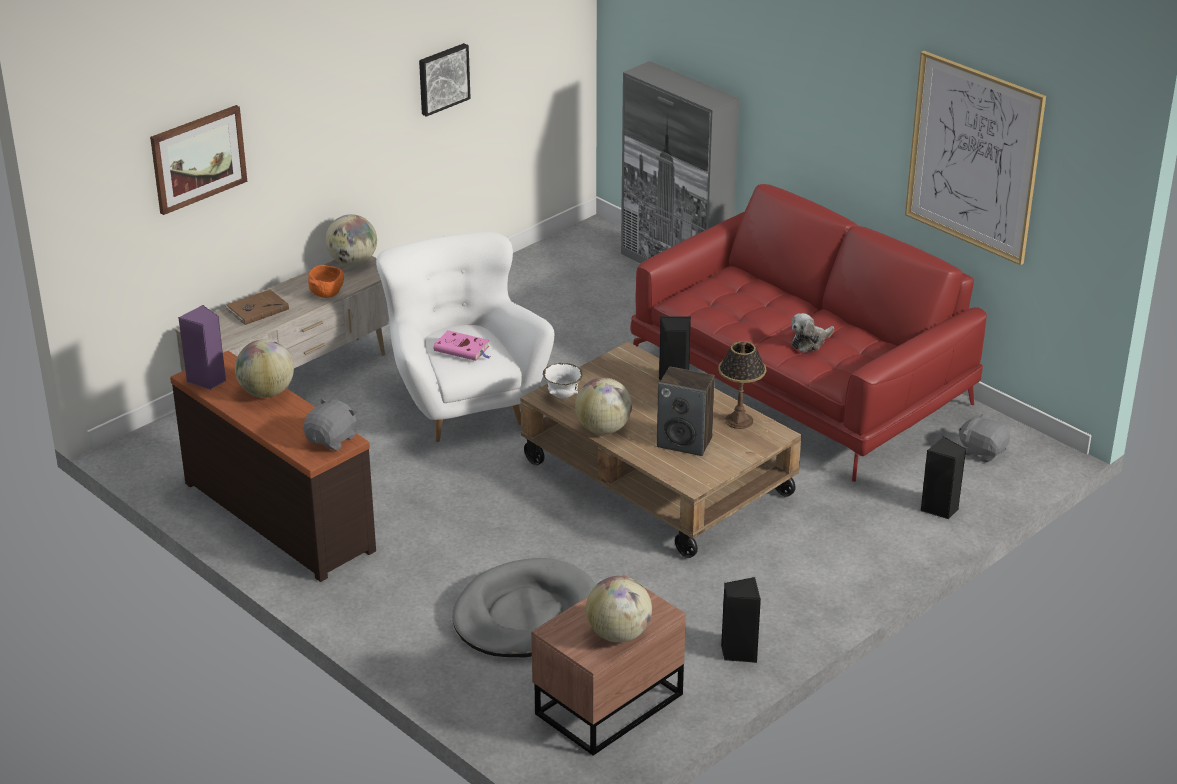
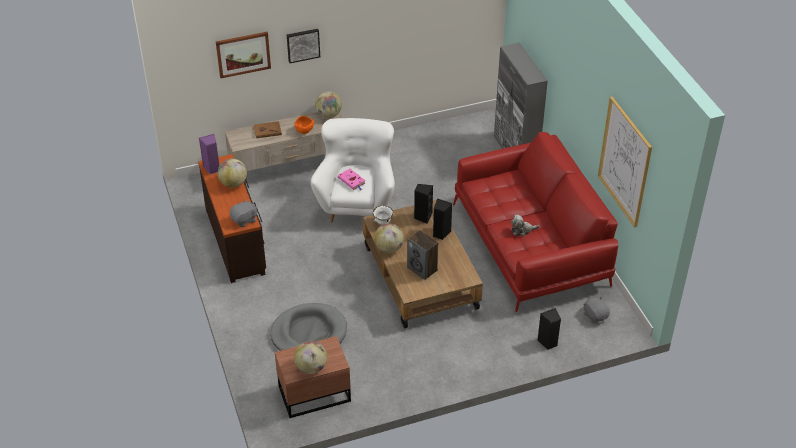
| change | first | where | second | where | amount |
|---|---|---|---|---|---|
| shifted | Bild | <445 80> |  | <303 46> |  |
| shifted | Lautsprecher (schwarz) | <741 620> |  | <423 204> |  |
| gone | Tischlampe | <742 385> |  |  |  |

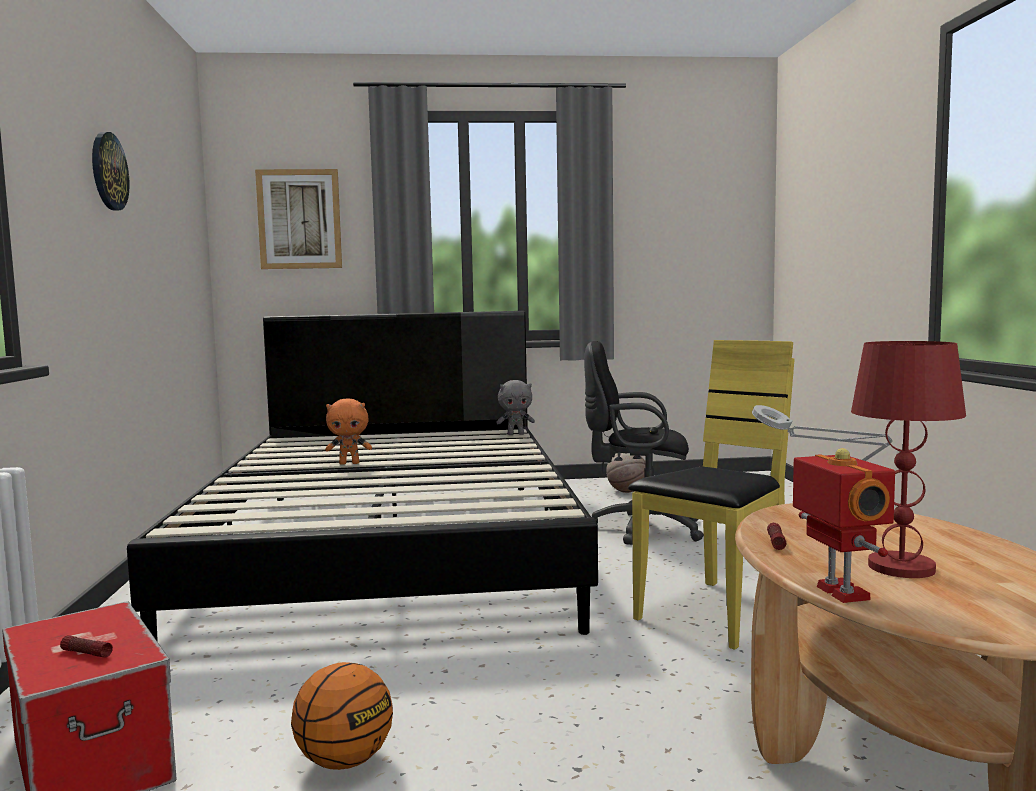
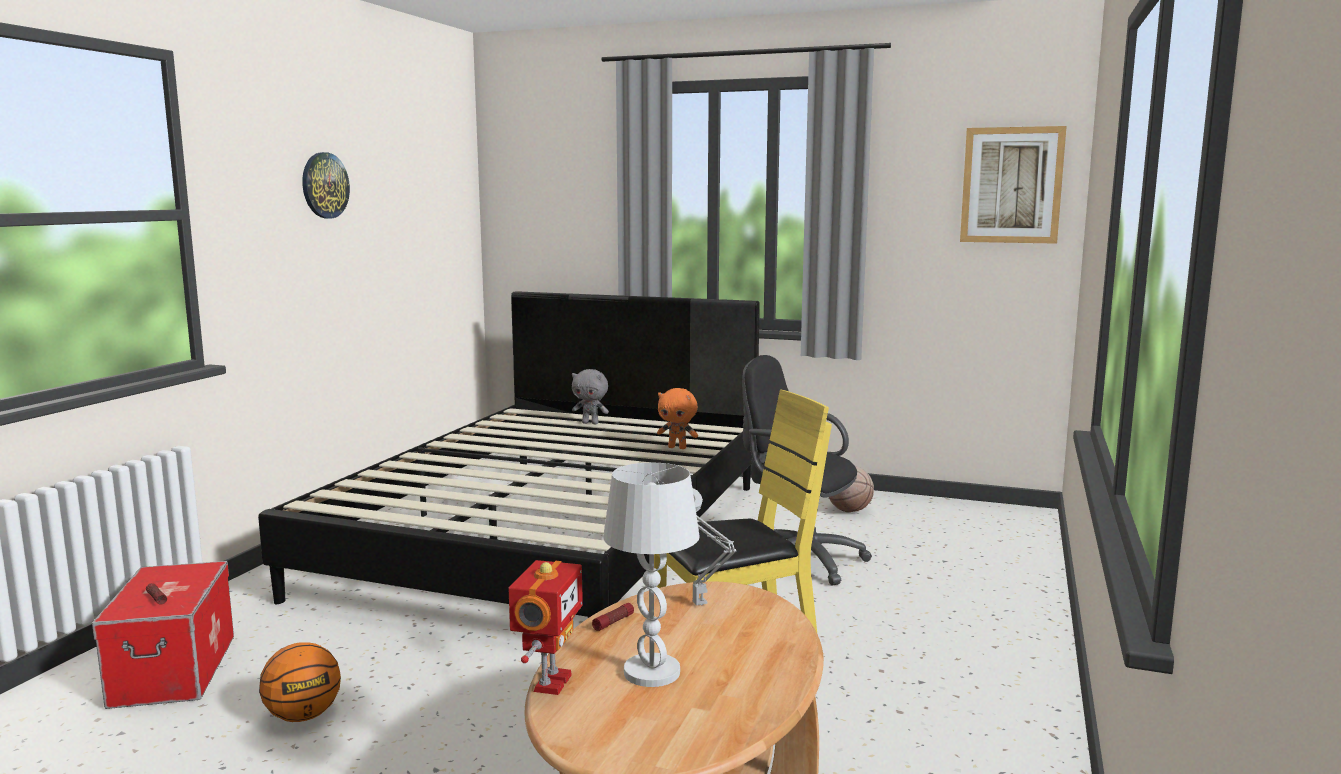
| change | first | where | second | where | amount |
|---|---|---|---|---|---|
| shifted | Plüschtier (grau) | <515 407> |  | <590 396> |  |
| repainted | Tischlampe (rot) | <908 459> | Tischlampe (weiß) | <651 575> |  |
| shifted | Plüschtier (orange) | <348 432> |  | <677 418> |  |
| shifted | Bild | <298 219> |  | <1013 185> |  |

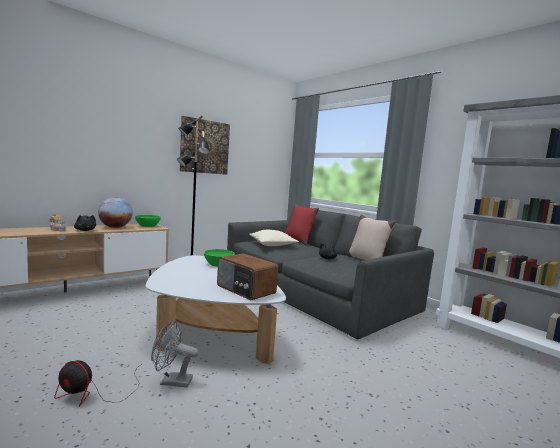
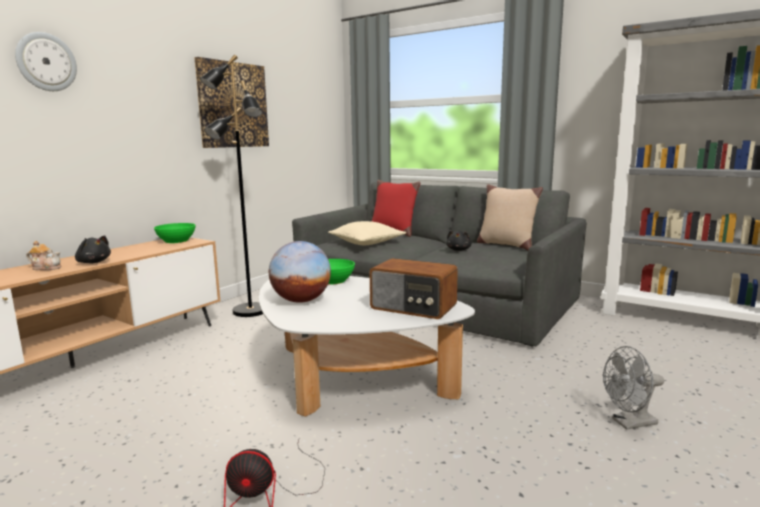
| change | first | where | second | where | amount |
|---|---|---|---|---|---|
| new |  |  | Wanduhr | <46 61> |  |
| shifted | Globus | <115 212> |  | <300 272> |  |
| shifted | Ventilator (grau) | <175 354> |  | <633 388> |  |

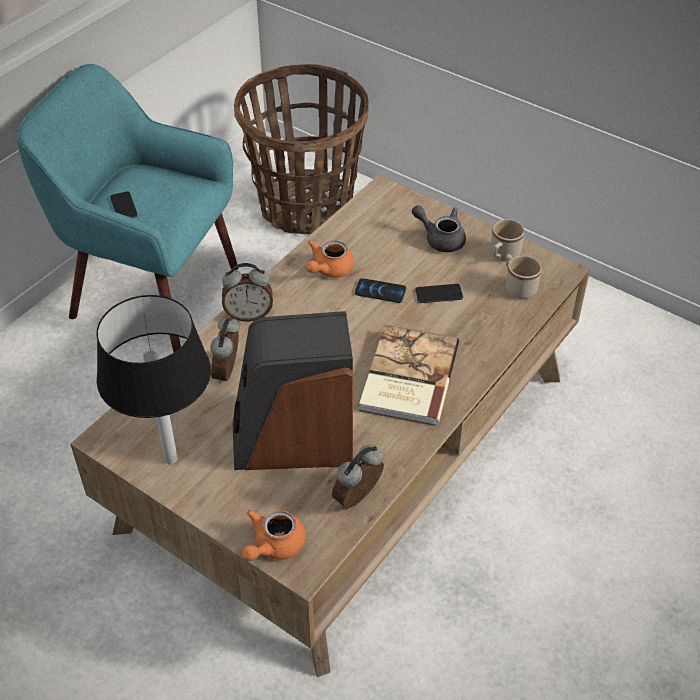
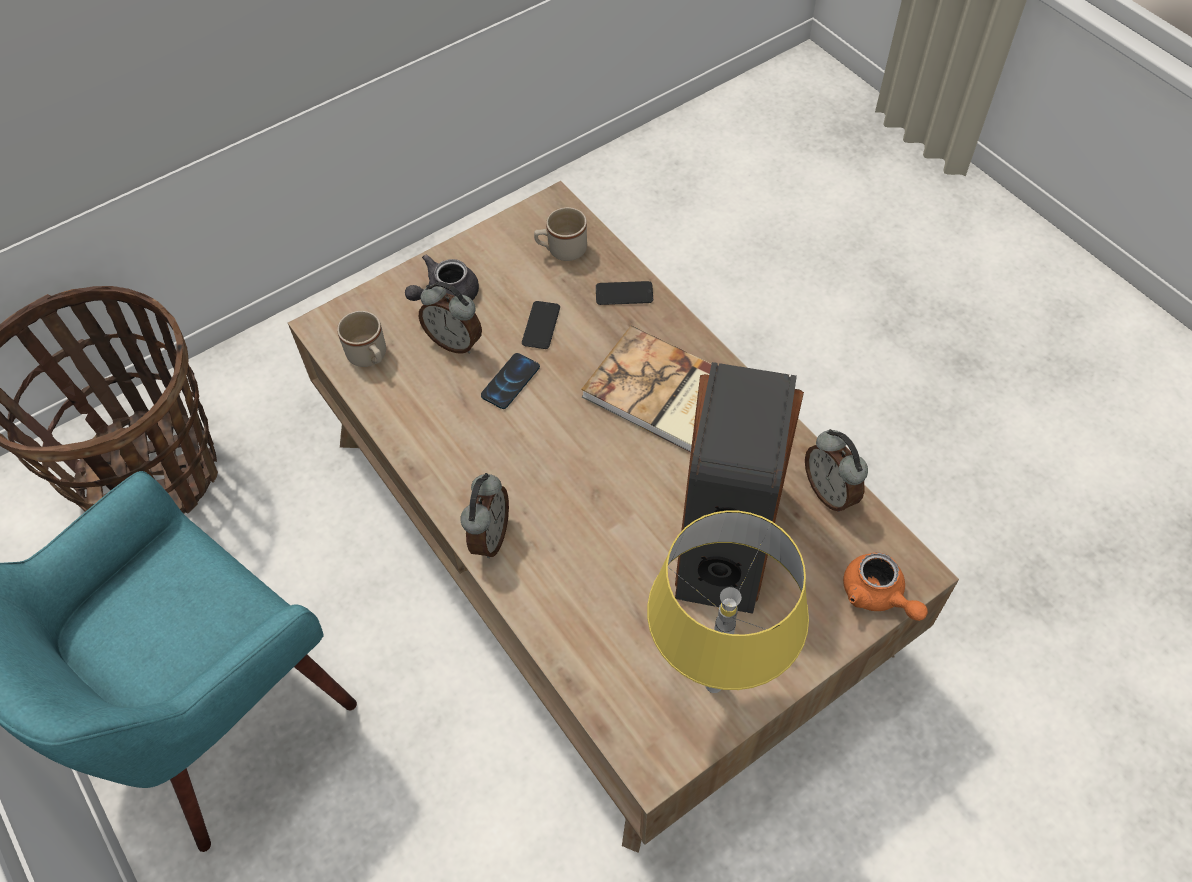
| change | first | where | second | where | amount |
|---|---|---|---|---|---|
| shifted | Henkelbecher (beige) | <507 240> |  | <361 339> |  |
| shifted | Wecker | <225 350> |  | <450 318> |  |
| shifted | Handy | <124 204> |  | <624 293> |  |
| repainted | Tischlampe (schwarz) | <154 379> | Tischlampe (gelb) | <728 602> |  |
| gone | Teekanne (orange) | <330 259> |  |  |  |

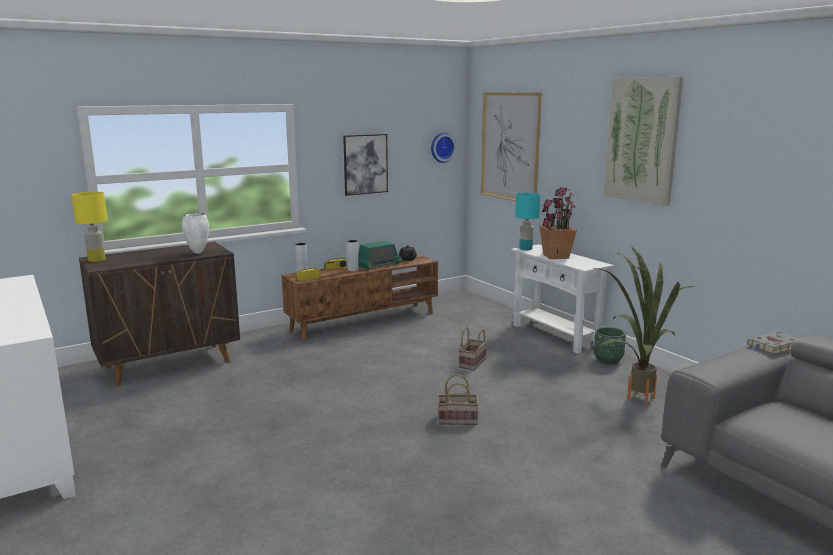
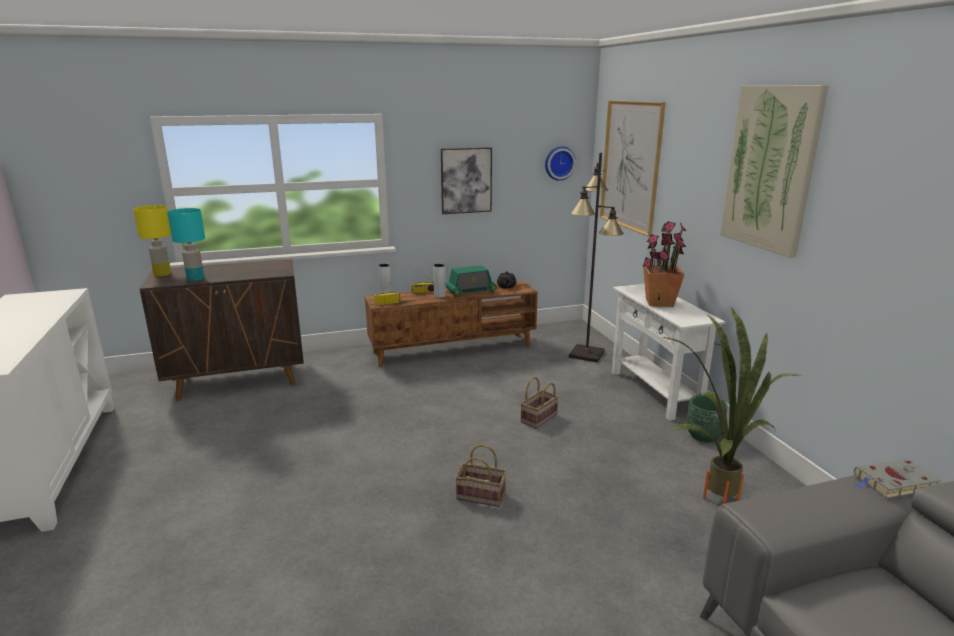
| change | first | where | second | where | amount |
|---|---|---|---|---|---|
| shifted | Tischlampe (türkis) | <528 221> |  | <186 244> |  |
| new |  |  | Stehlampe (schwarz) | <596 258> |  |
| gone | Vase (weiß) | <195 233> |  |  |  |

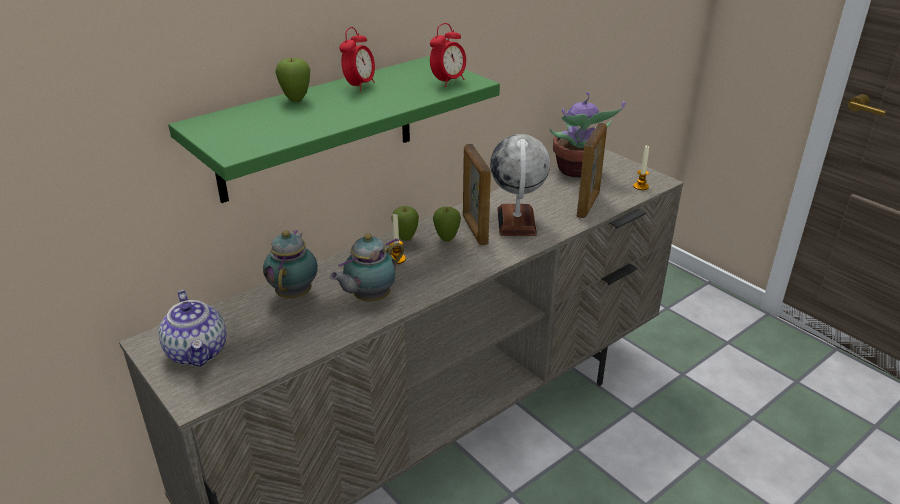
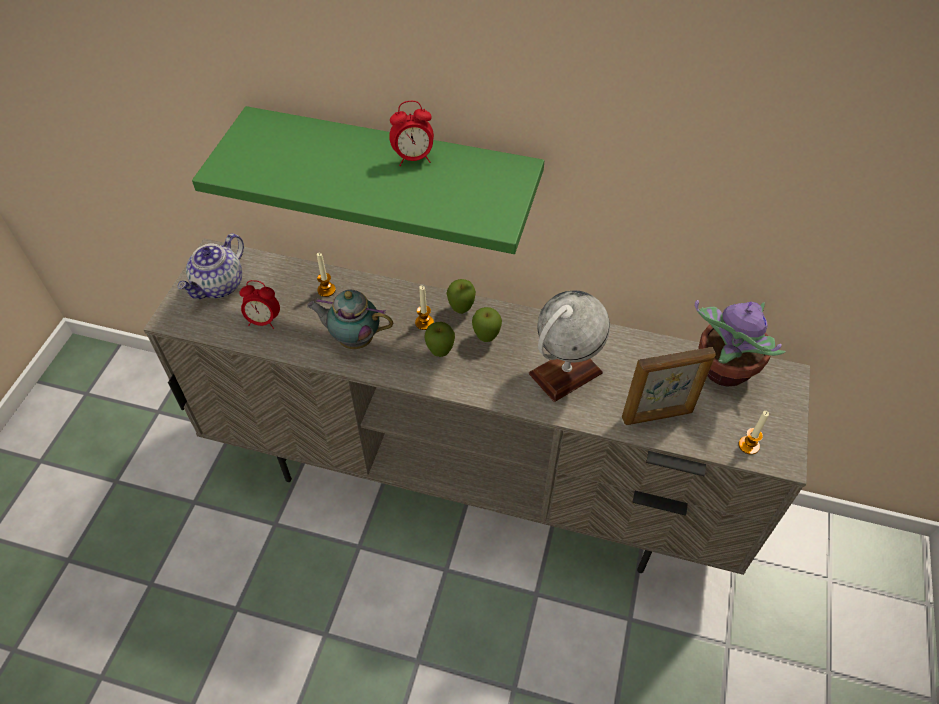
| change | first | where | second | where | amount |
|---|---|---|---|---|---|
| shifted | Wecker | <448 55> |  | <260 304> |  |
| swapped | Teekanne | <290 264> | Kerze | <326 275> |  |
| shifted | Apfel | <293 79> |  | <440 339> |  |
| gone | Bilderrahmen | <477 194> |  |  |  |

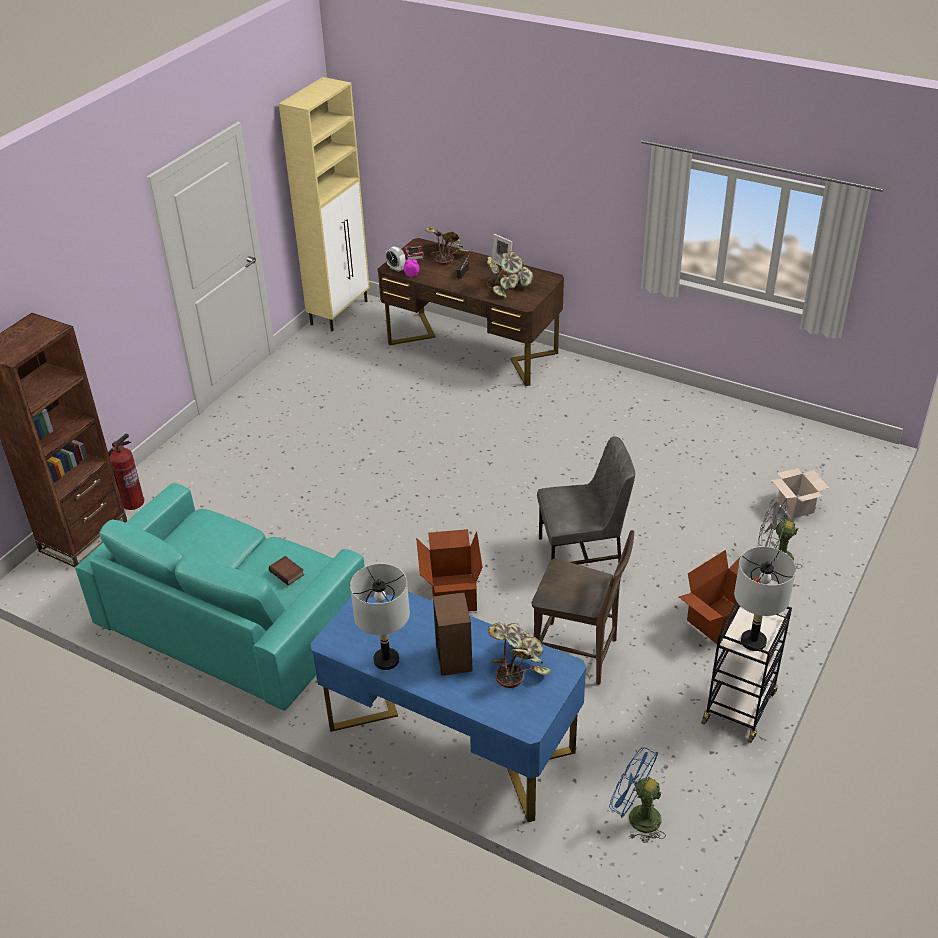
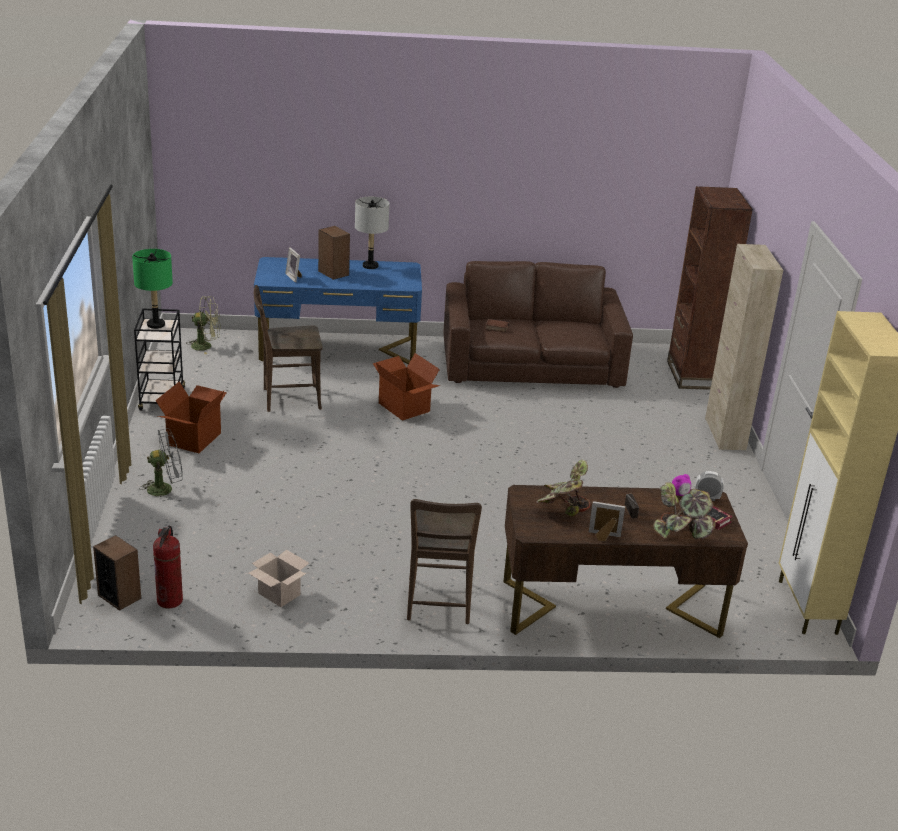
| change | first | where | second | where | amount |
|---|---|---|---|---|---|
| new |  |  | Lautsprecher | <117 573> |  |
| repainted | Tischlampe (grau) | <765 599> | Tischlampe (grün) | <152 289> |  |
| shifted | Feuerlöscher | <126 471> |  | <168 567> |  |
| repainted | Ventilator (blau) | <637 795> | Ventilator (grün) | <203 325> |  |
| shifted | Karton | <800 493> |  | <279 578> |  |
| swapped | Topfpflanze | <519 655> | Bilderrahmen | <293 264> |  |
| new |  |  | Stuhl (braun) | <444 561> |  |
| repainted | Sofa (türkis) | <220 597> | Sofa (braun) | <538 324> |  |
| new |  |  | Schrank (beige) | <744 347> |  |
| gone | Stuhl (grau) | <586 500> |  |  |  |

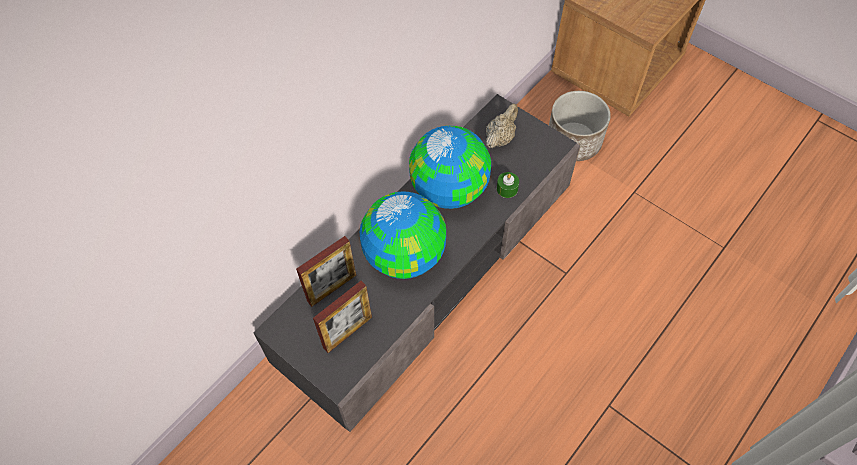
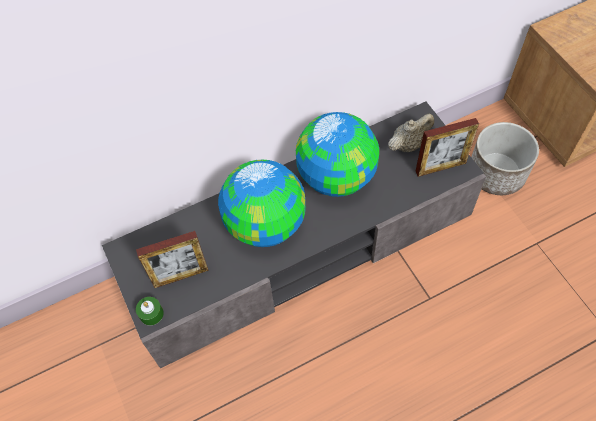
| change | first | where | second | where | amount |
|---|---|---|---|---|---|
| shifted | Kerze (grün) | <508 185> |  | <150 311> |  |
| shifted | Bilderrahmen | <326 271> |  | <447 147> |  |

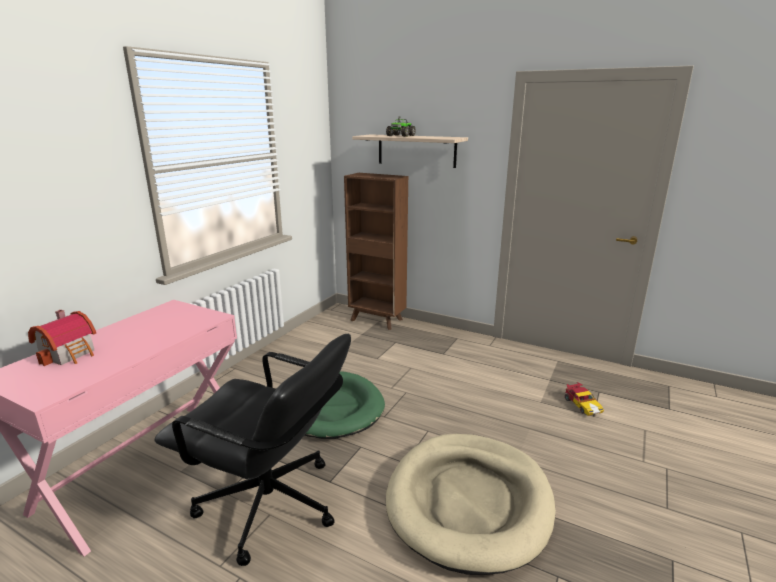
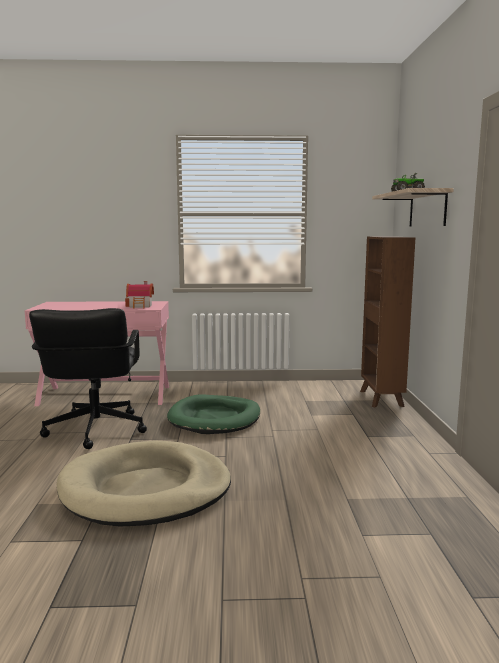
| change | first | where | second | where | amount |
|---|---|---|---|---|---|
| shifted | Spielzeughaus | <62 338> |  | <139 295> |  |
| gone | Spielzeugauto | <584 399> |  |  |  |

